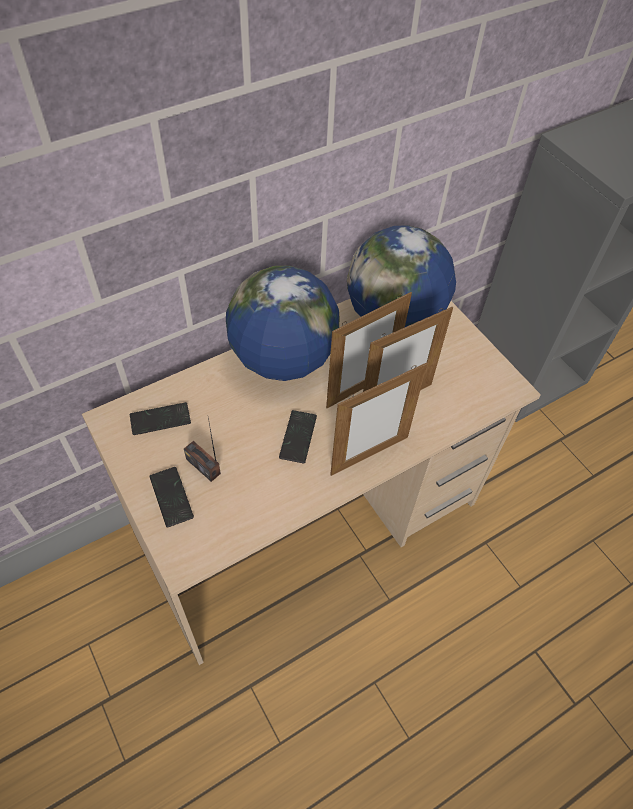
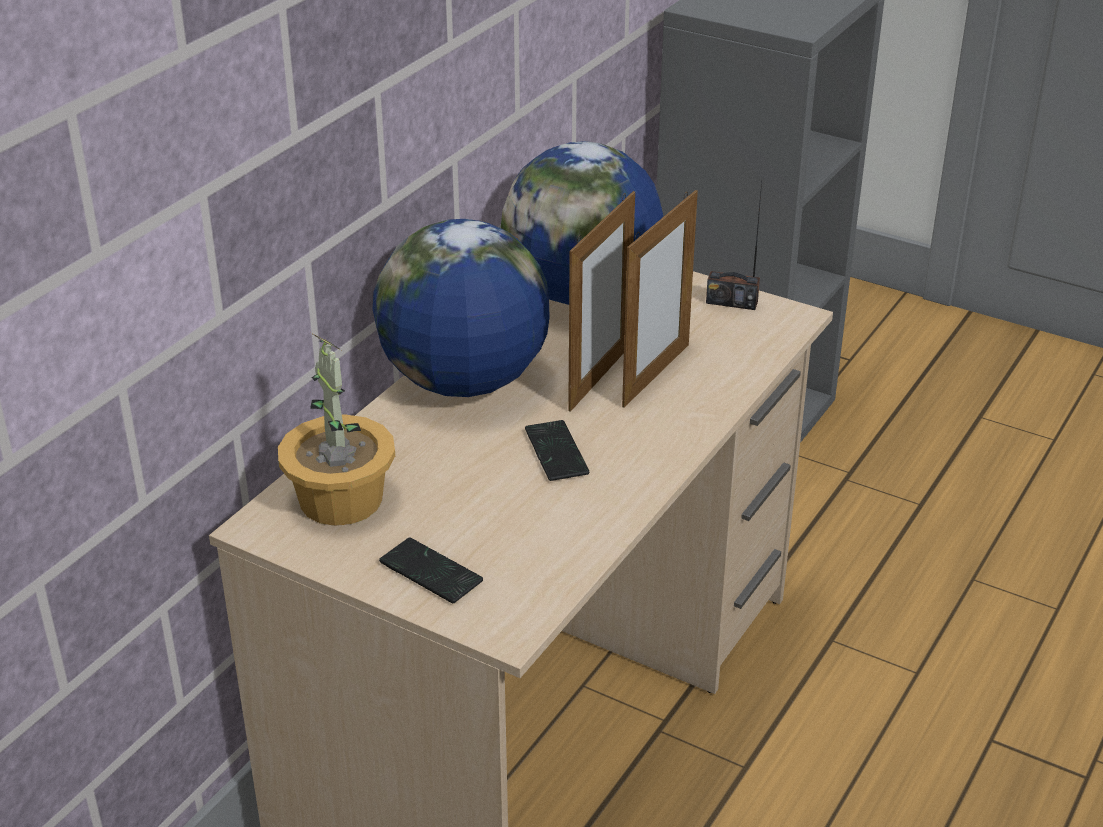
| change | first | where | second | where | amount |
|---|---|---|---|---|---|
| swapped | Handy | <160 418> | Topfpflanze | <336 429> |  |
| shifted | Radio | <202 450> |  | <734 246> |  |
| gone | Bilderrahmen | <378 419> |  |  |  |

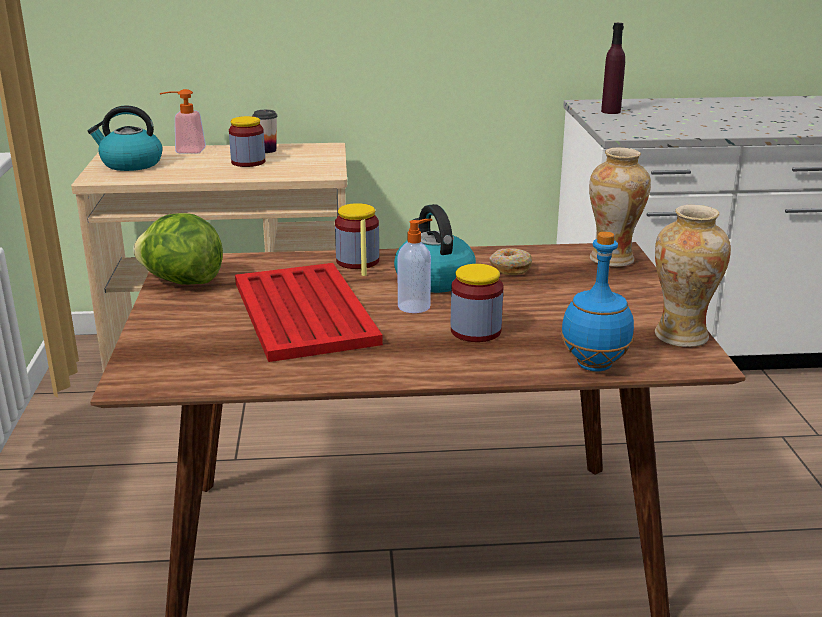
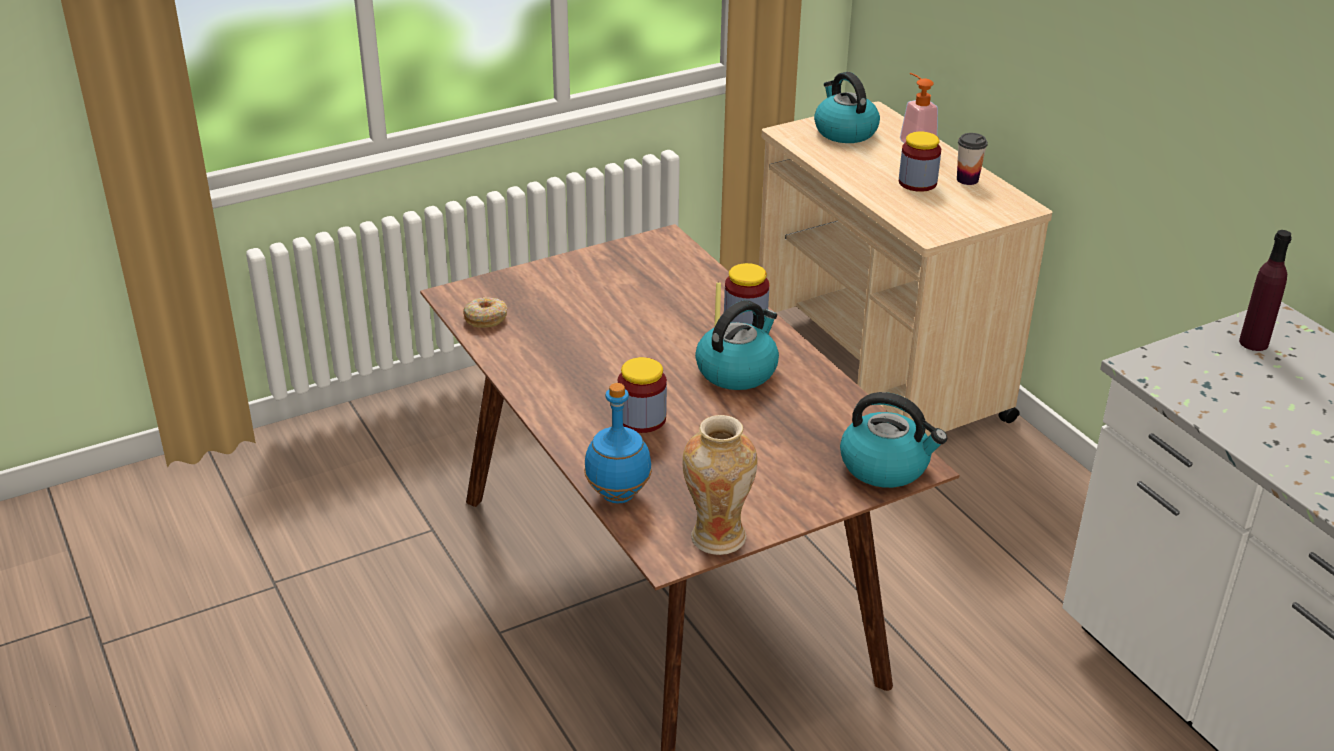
| change | first | where | second | where | amount |
|---|---|---|---|---|---|
| shifted | Donut | <510 261> |  | <485 312> |  |
| swapped | Vase | <620 207> | Wasserkessel | <893 440> |  |
| gone | Salatkopf | <178 249> |  |  |  |
| gone | Tablett (rot) | <309 312> |  |  |  |
| gone | Seifenspender | <414 266> |  |  |  |

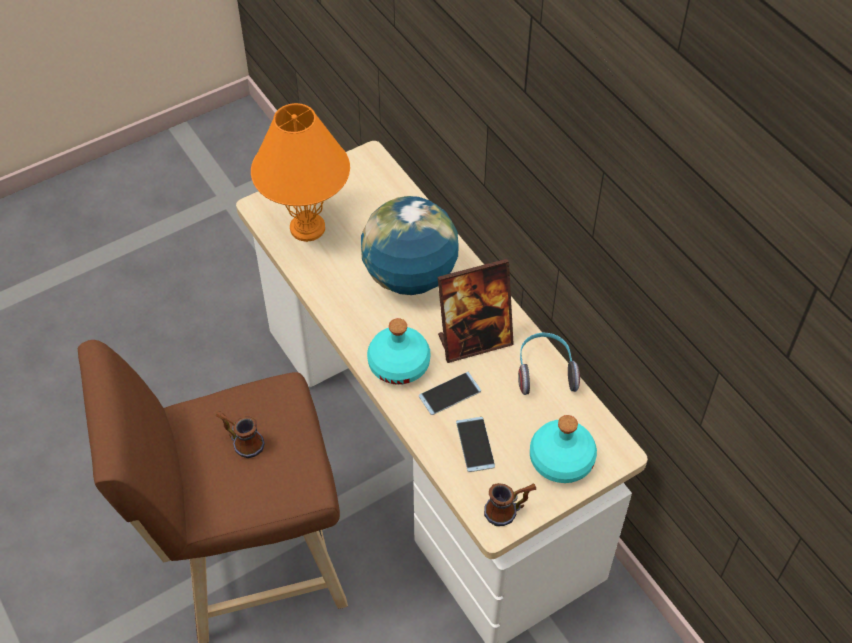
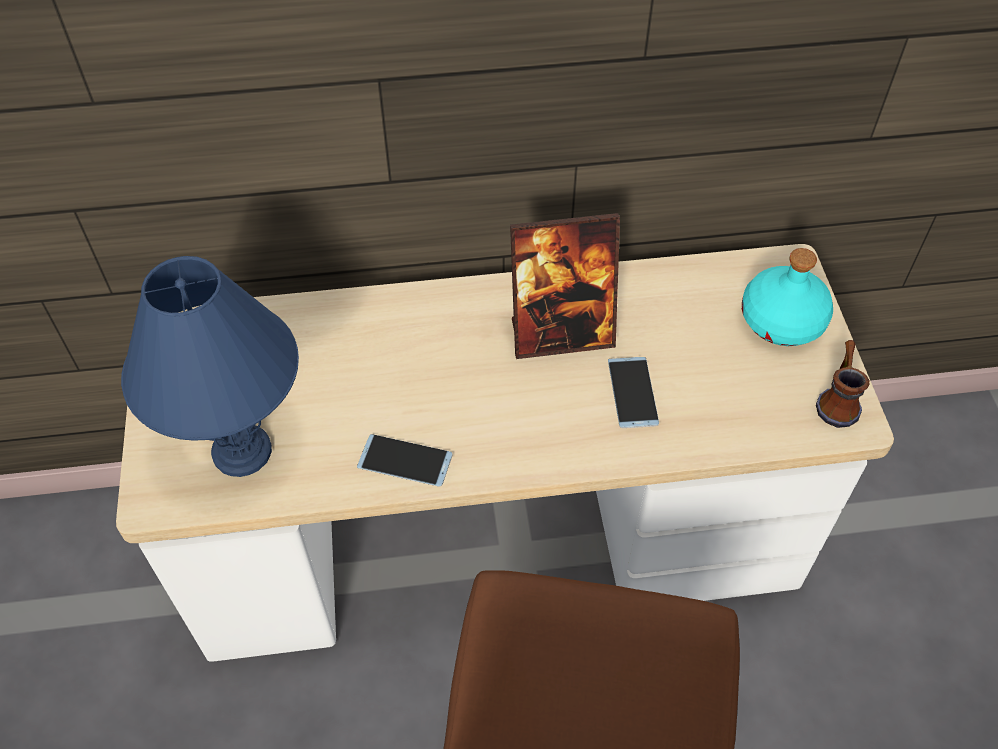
| change | first | where | second | where | amount |
|---|---|---|---|---|---|
| repainted | Tischlampe (orange) | <300 172> | Tischlampe (blau) | <210 366> |  |
| shifted | Handy | <475 444> |  | <404 460> |  |
| rotated | Bilderrahmen | <476 311> |  | <565 286> | 75 degrees clockwise |
| gone | Henkelbecher | <240 434> |  |  |  |
| gone | Globus | <409 245> |  |  |  |
| gone | Flasche (türkis) | <399 351> |  |  |  |
| gone | Kopfhörer | <549 364> |  |  |  |

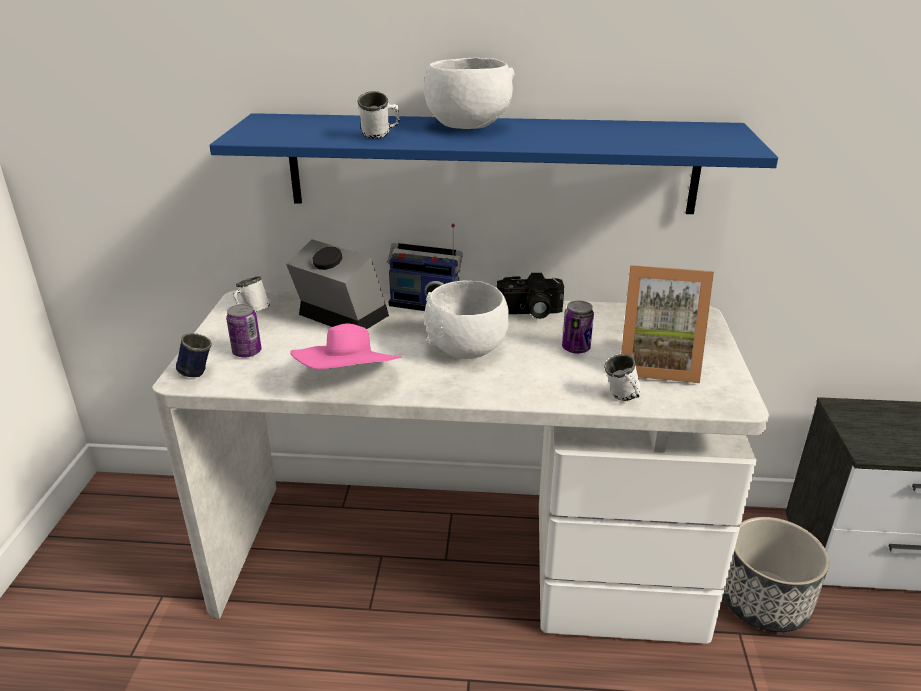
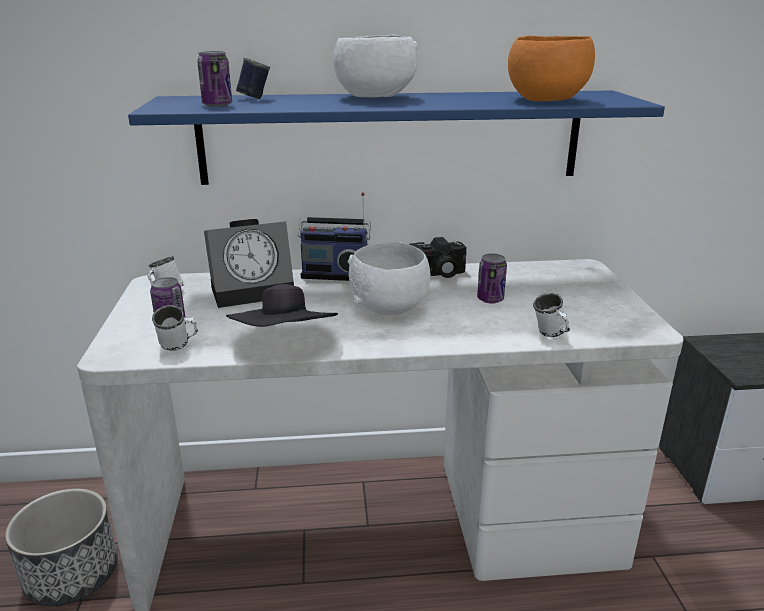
| change | first | where | second | where | amount |
|---|---|---|---|---|---|
| shifted | Pflanzkübel | <776 574> |  | <61 547> |  |
| shifted | Henkelbecher (weiß) | <379 115> |  | <175 328> |  |
| new |  |  | Dose | <214 79> |  |
| rotated | Wecker | <337 284> |  | <249 263> | 135 degrees clockwise |
| repainted | Hut (rosa) | <346 346> | Hut (schwarz) | <282 305> |  |
| shifted | Henkelbecher (blau) | <194 355> |  | <253 78> |  |
| new |  |  | Schüssel (orange) | <551 68> |  |
| gone | Bilderrahmen | <667 324> |  |  |  |

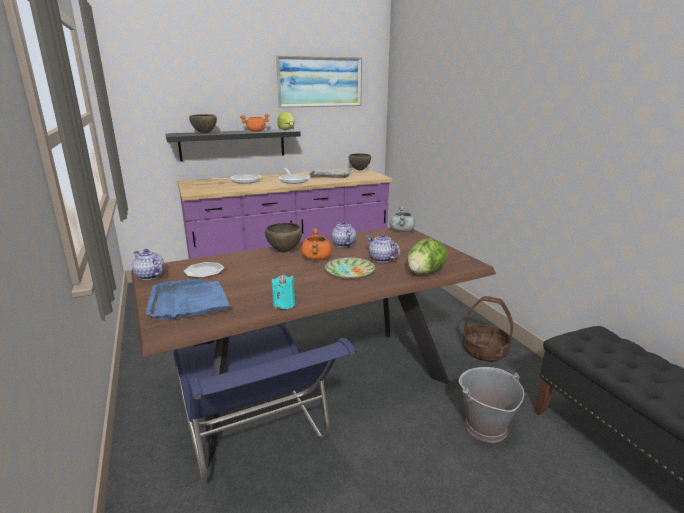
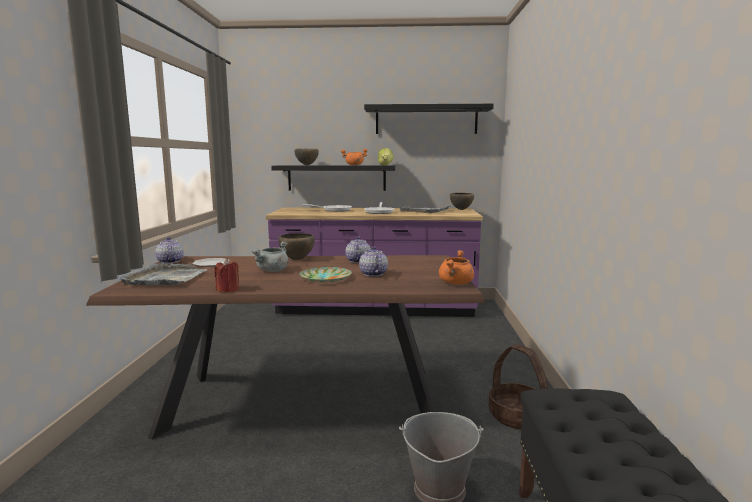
| change | first | where | second | where | amount |
|---|---|---|---|---|---|
| repainted | Tablett (blau) | <188 299> | Tablett (grau) | <162 274> |  |
| repainted | Kerze (türkis) | <283 291> | Kerze (rot) | <227 275> |  |
| shifted | Kochtopf (grau) | <402 219> |  | <270 256> |  |
| swapped | Bild | <319 81> | Wandregal (schwarz) | <429 119> |  |
| shifted | Kochtopf (orange) | <316 244> |  | <456 267> |  |
| gone | Stuhl (blau) | <265 404> |  |  |  |
| gone | Salatkopf | <427 256> |  |  |  |

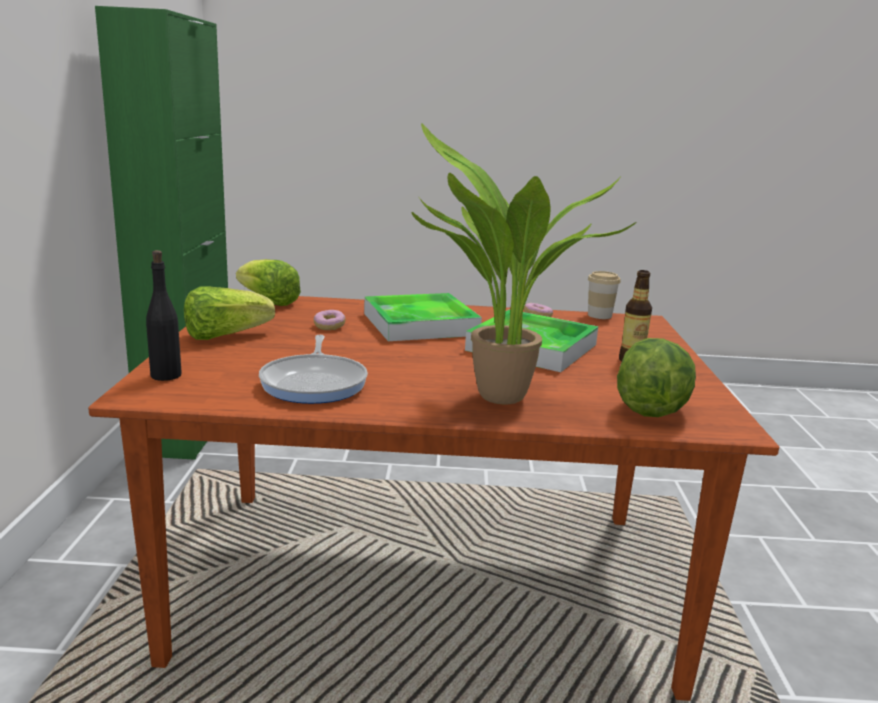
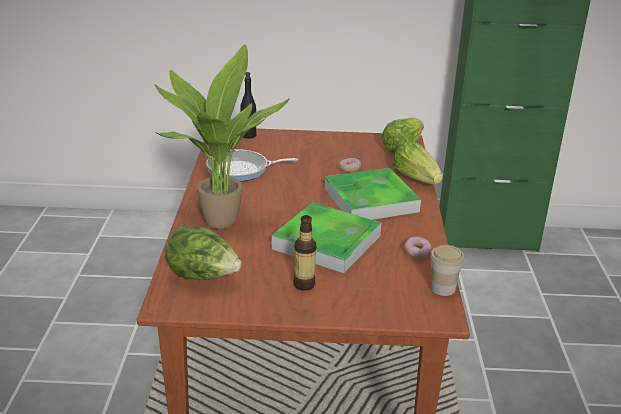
| change | first | where | second | where | amount |
|---|---|---|---|---|---|
| shifted | Salatkopf | <229 313> |  | <417 163> |  |

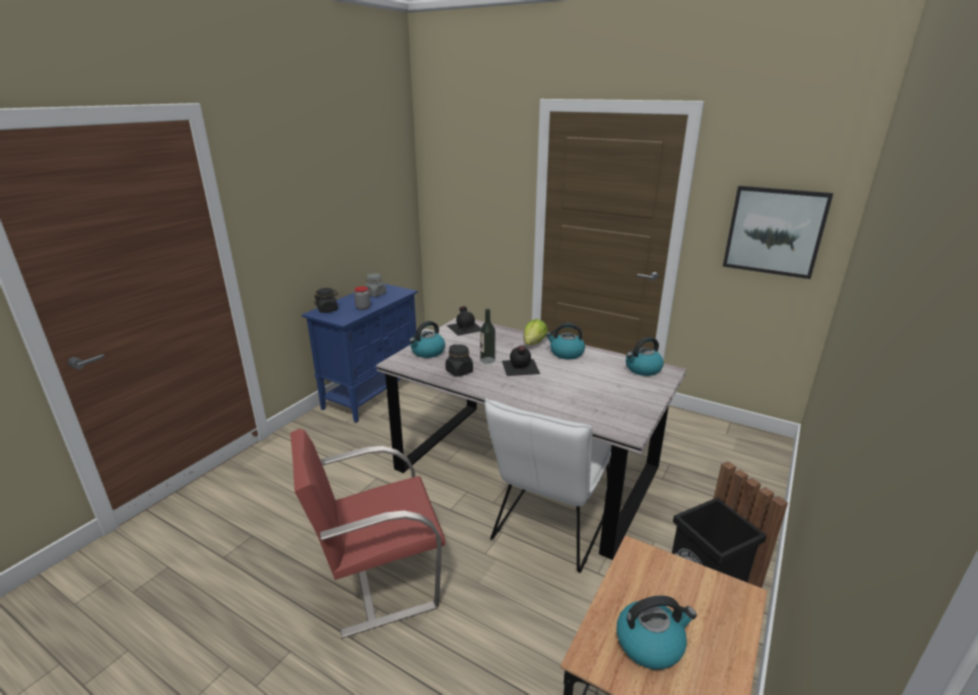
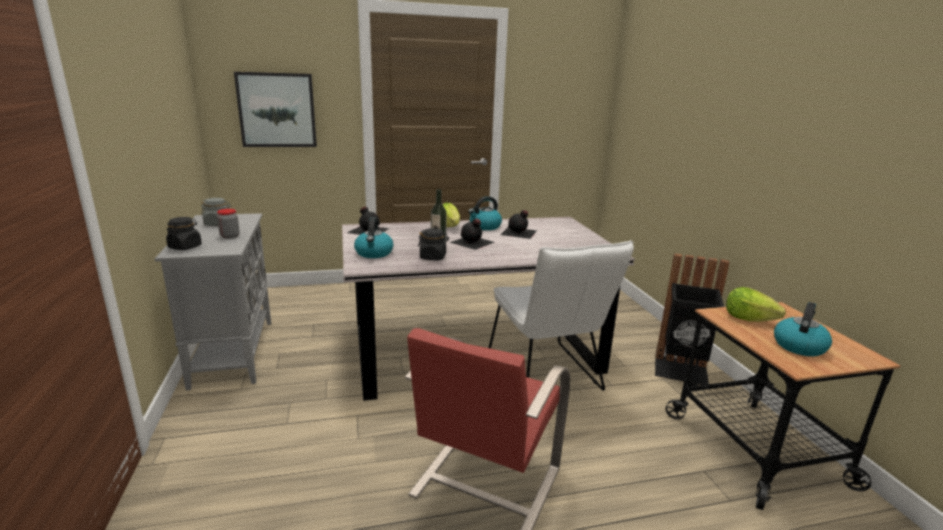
| change | first | where | second | where | amount |
|---|---|---|---|---|---|
| repainted | Schrank (blau) | <360 353> | Schrank (grau) | <213 302> |  |
| shifted | Bild | <778 232> |  | <275 109> |  |
| new |  |  | Flasche (schwarz) | <518 224> |  |
| new |  |  | Salatkopf | <756 304> |  |
| gone | Wasserkessel | <645 356> |  |  |  |

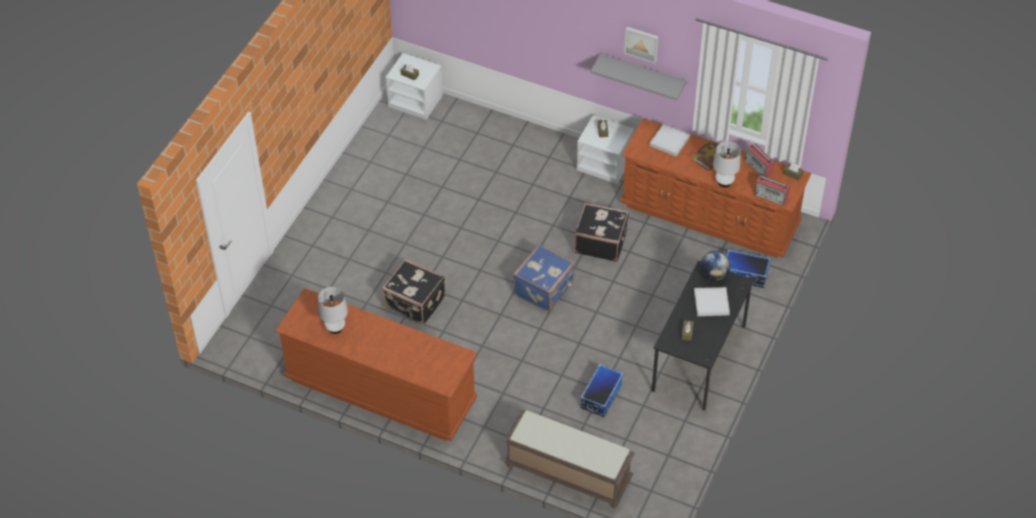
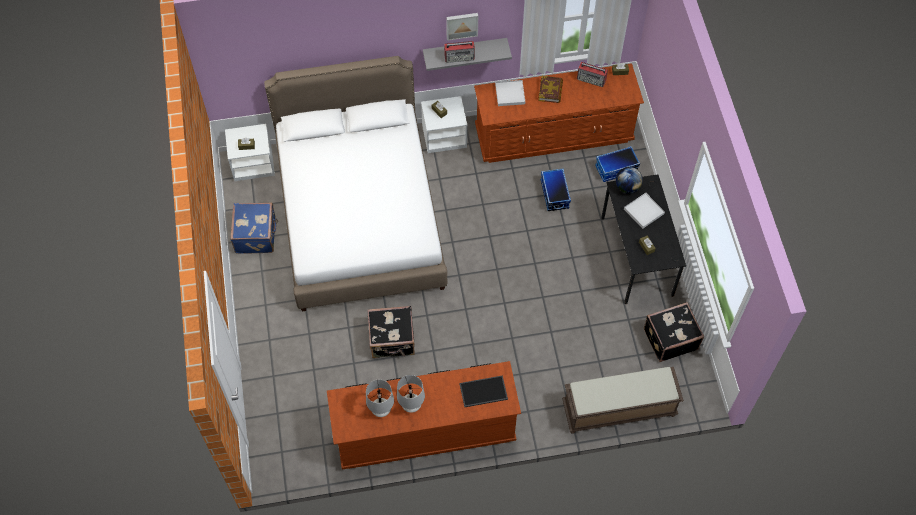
| change | first | where | second | where | amount |
|---|---|---|---|---|---|
| shifted | Koffer (blau) | <544 277> |  | <254 228> |  |
| new |  |  | Bett (weiß) | <355 183> |  |
| shifted | Tischlampe (weiß) | <727 164> |  | <411 394> |  |
| shifted | Radio | <772 190> |  | <459 52> |  |
| new |  |  | Tablett | <483 391> |  |
| shifted | Aufbewahrungsbox | <602 390> |  | <556 190> |  |
| shifted | Koffer (schwarz) | <601 232> |  | <674 332> |  |

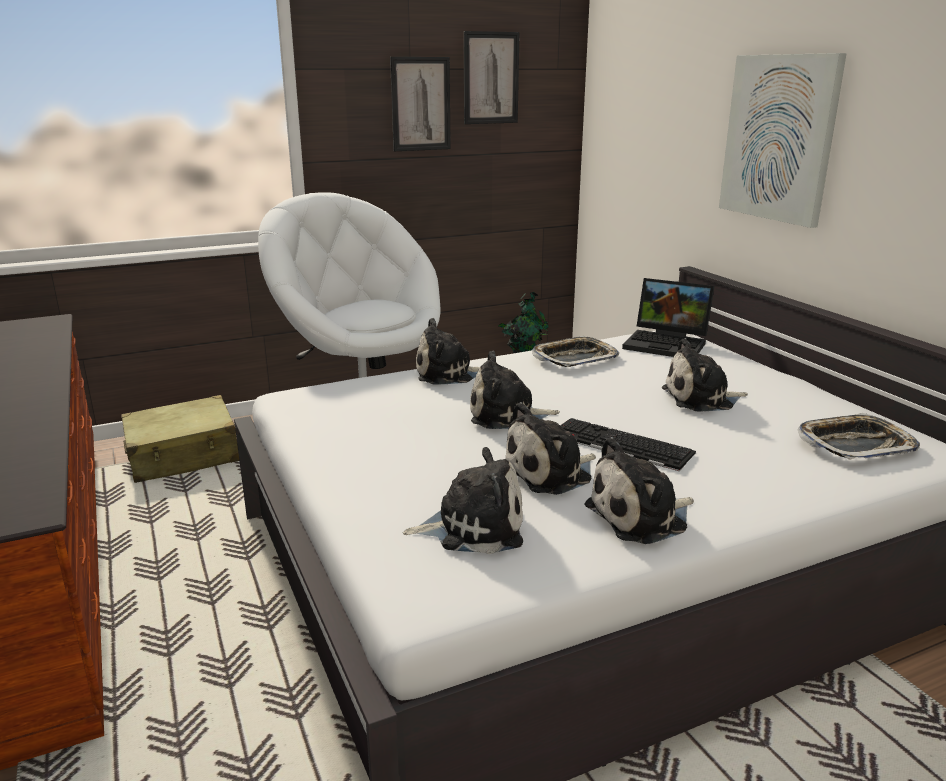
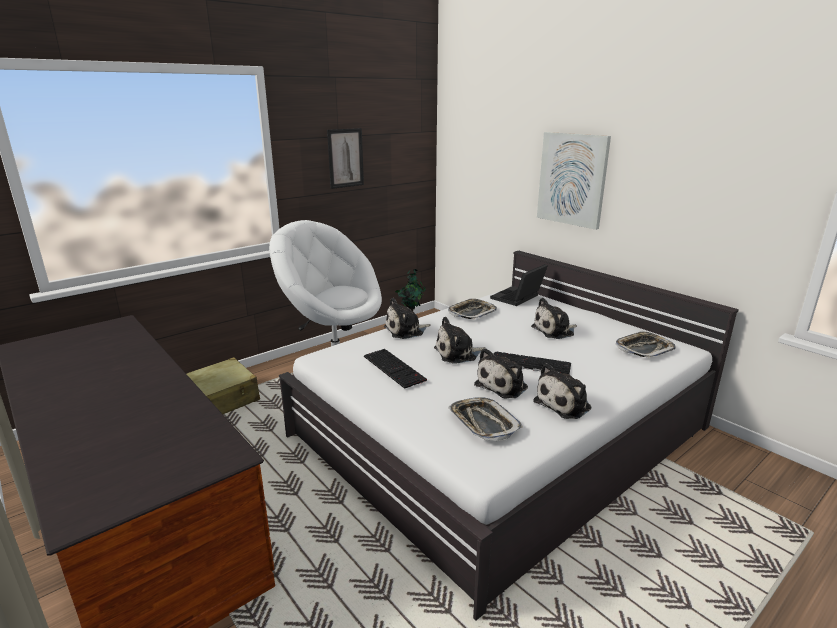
| change | first | where | second | where | amount |
|---|---|---|---|---|---|
| new |  |  | Tastatur | <395 369> |  |
| swapped | Plüschtier | <463 500> | Tablett | <485 419> |  |
| rotated | Laptop | <668 317> |  | <519 285> | 120 degrees clockwise |
| gone | Bild | <492 77> |  |  |  |

